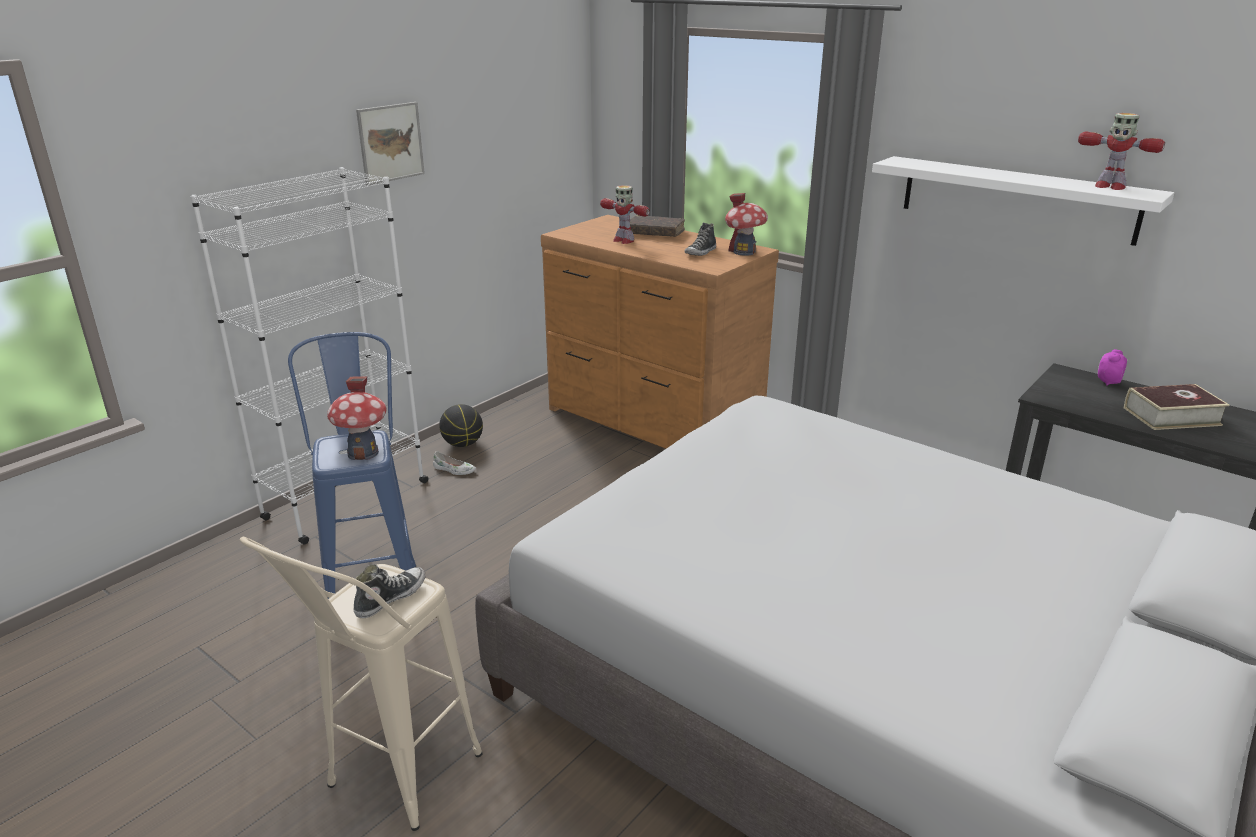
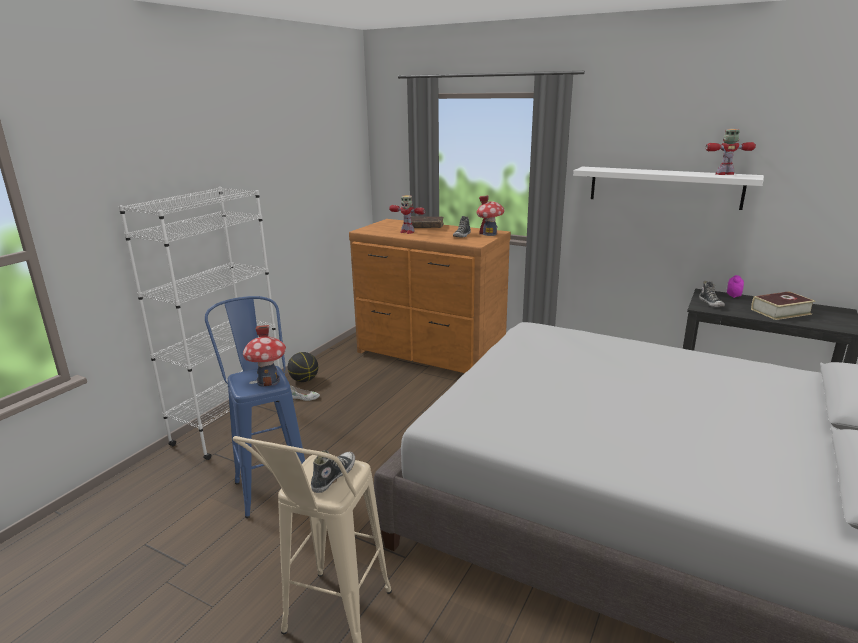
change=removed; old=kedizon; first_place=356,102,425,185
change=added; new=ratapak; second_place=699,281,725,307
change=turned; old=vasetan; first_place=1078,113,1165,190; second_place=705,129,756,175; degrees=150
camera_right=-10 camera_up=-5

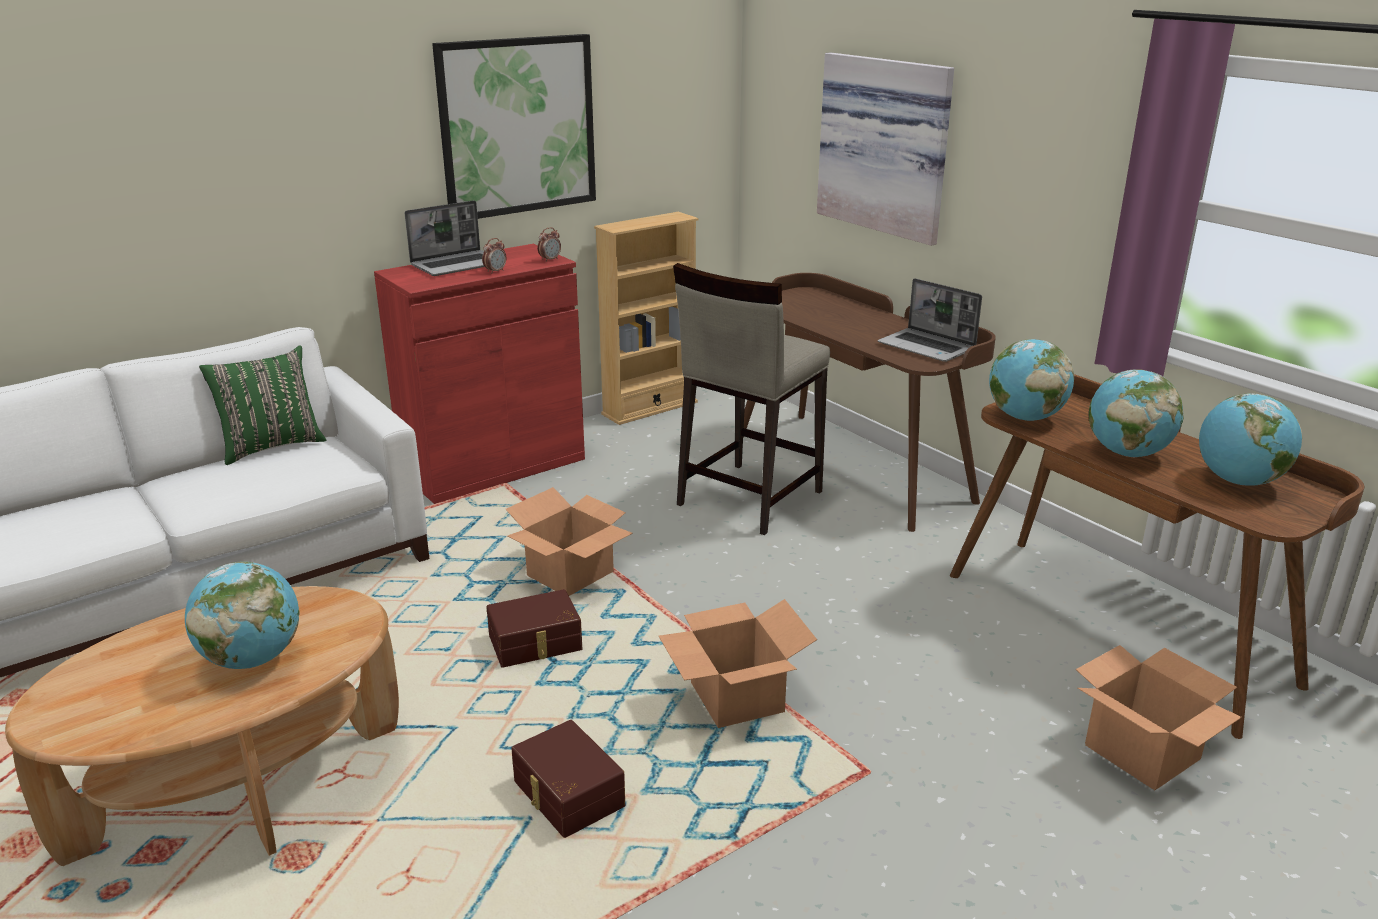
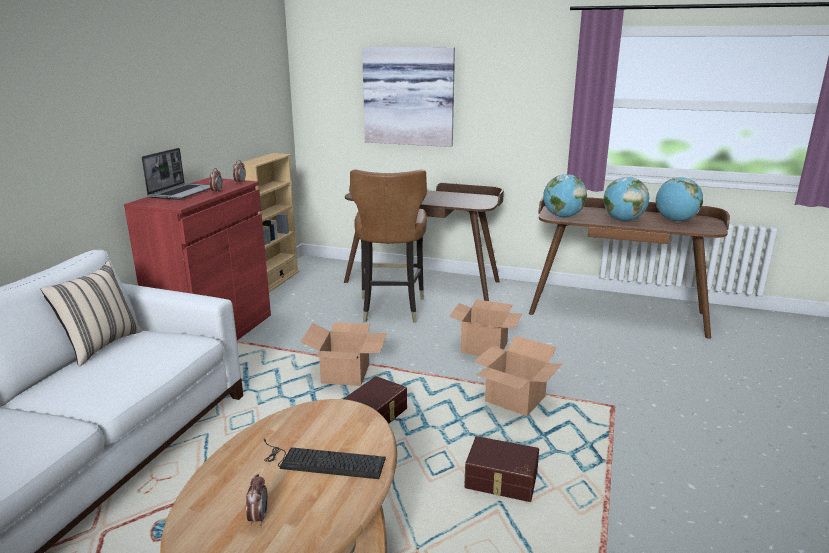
change=removed; old=kedizon; first_place=432,34,596,219
change=removed; old=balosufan; first_place=878,278,982,362
change=added; new=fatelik; second_place=246,474,268,526
change=moved; old=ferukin; first_place=1076,645,1242,790; second_place=449,299,522,356
change=replaced; old=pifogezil; new=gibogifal; first_place=185,561,300,669; second_place=264,439,386,479
change=replaced; old=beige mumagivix; new=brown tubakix; first_place=673,263,830,535; second_place=350,169,427,323
change=recoloured; old=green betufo; new=beige betufo; first_place=199,345,326,465; second_place=40,261,142,366
camera_right=-35 camera_up=-5

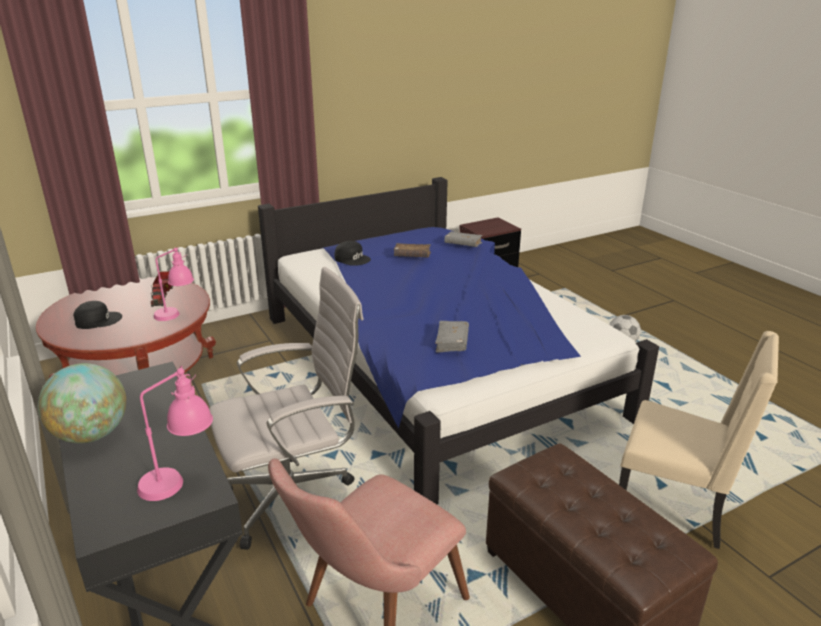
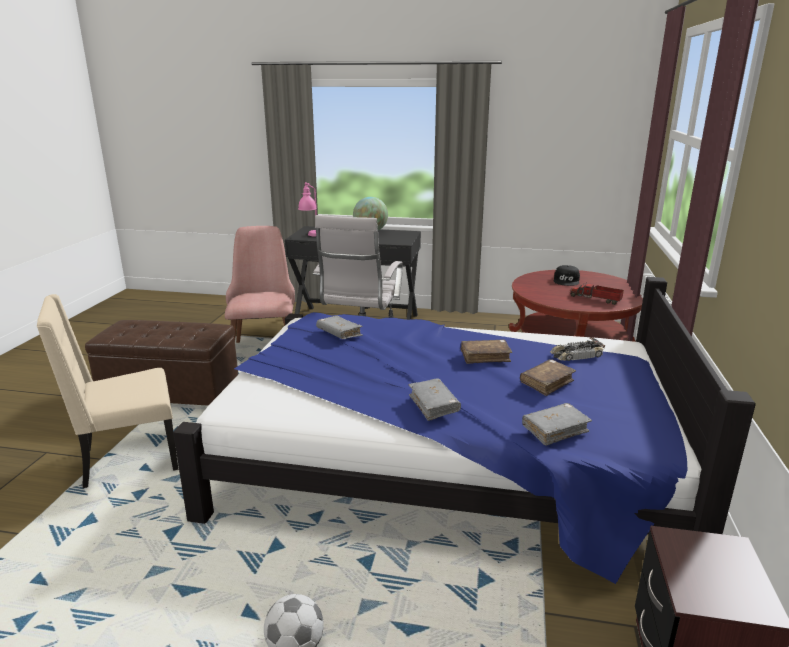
change=removed; old=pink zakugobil; first_place=154,247,194,321
change=added; new=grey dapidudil; second_place=409,378,461,421
change=added; new=brown dapidudil; second_place=461,339,512,364
change=replaced; old=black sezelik; new=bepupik; first_place=334,241,371,266; second_place=550,337,605,361
camera_right=130 camera_up=-5

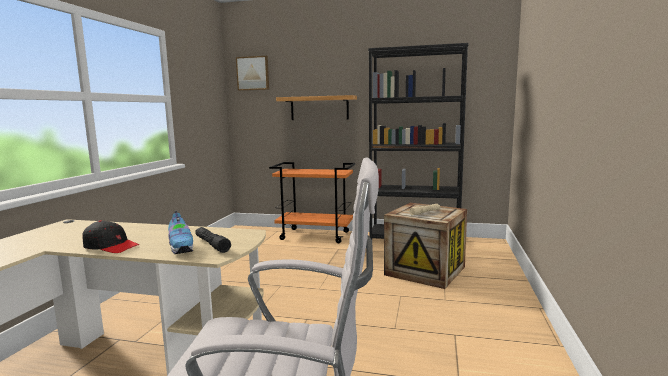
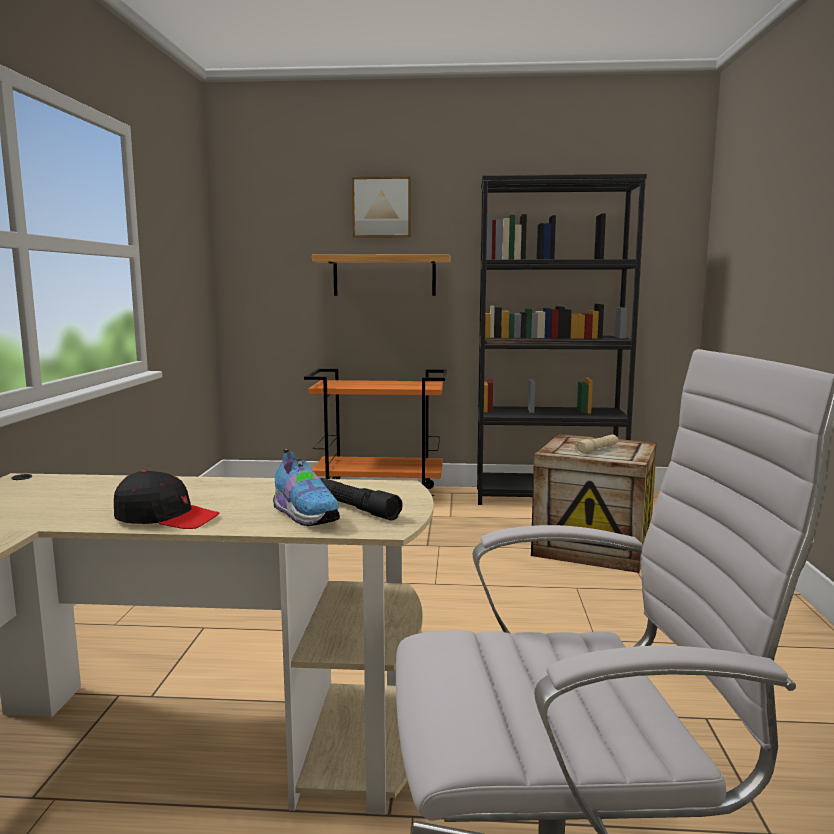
change=moved; old=kedizon; first_place=236,56,269,91; second_place=352,176,411,238
camera_right=-10 camera_up=0

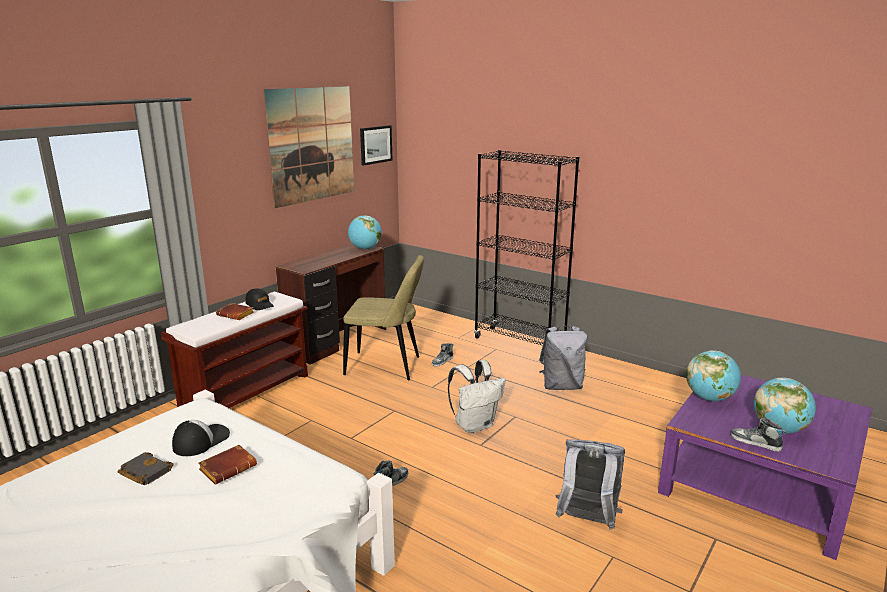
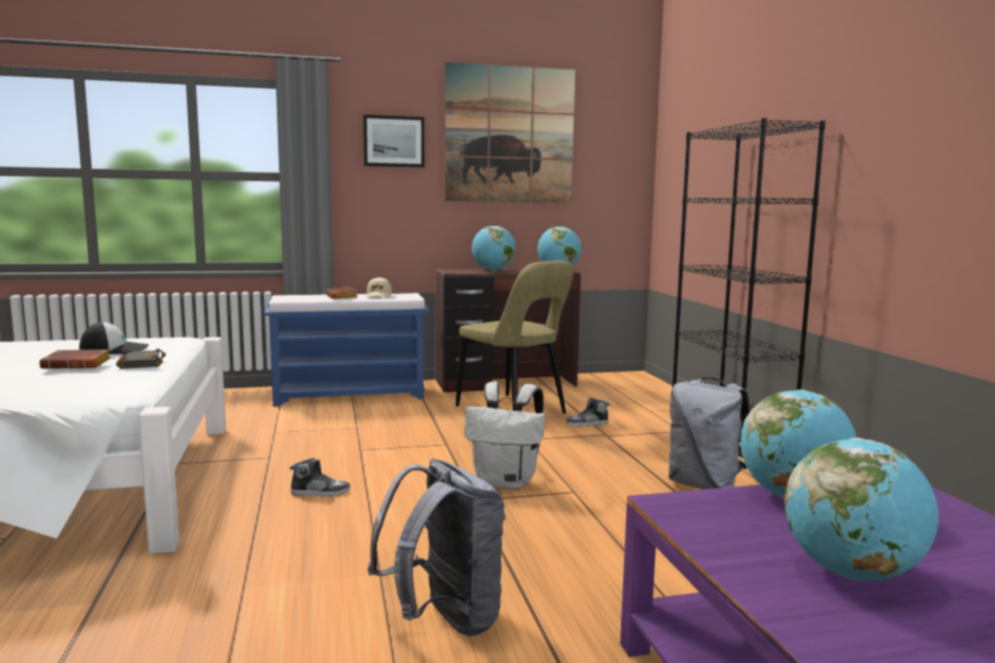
change=removed; old=ratapak; first_place=731,418,786,452
change=added; new=pifogezil; second_place=472,226,516,271
change=moved; old=black dapidudil; first_place=118,452,174,485; second_place=116,349,166,369
change=moved; old=kedizon; first_place=360,125,393,166; second_place=363,115,424,167
change=recoloured; old=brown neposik; new=blue neposik; first_place=161,292,308,408; second_place=264,293,430,407
change=recoloured; old=black sezelik; new=beige sezelik; first_place=246,288,274,310; second_place=366,277,392,298
camera_right=40 camera_up=-10

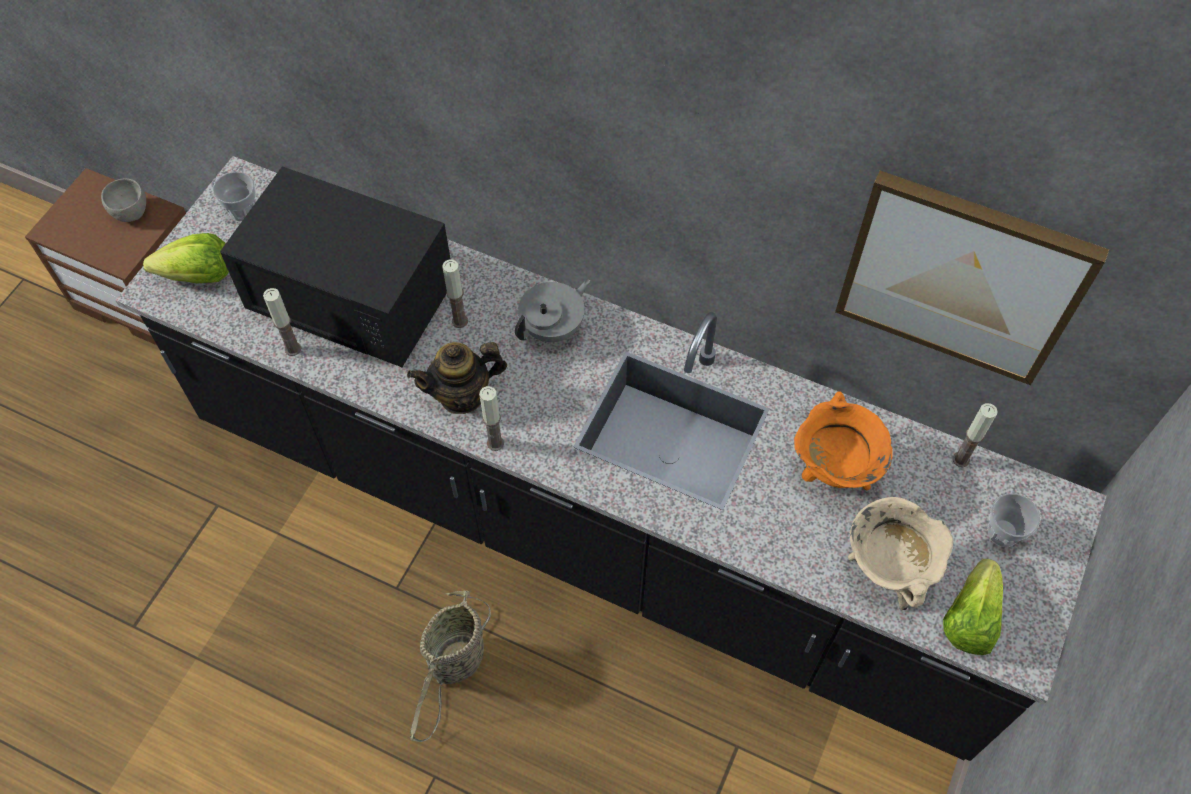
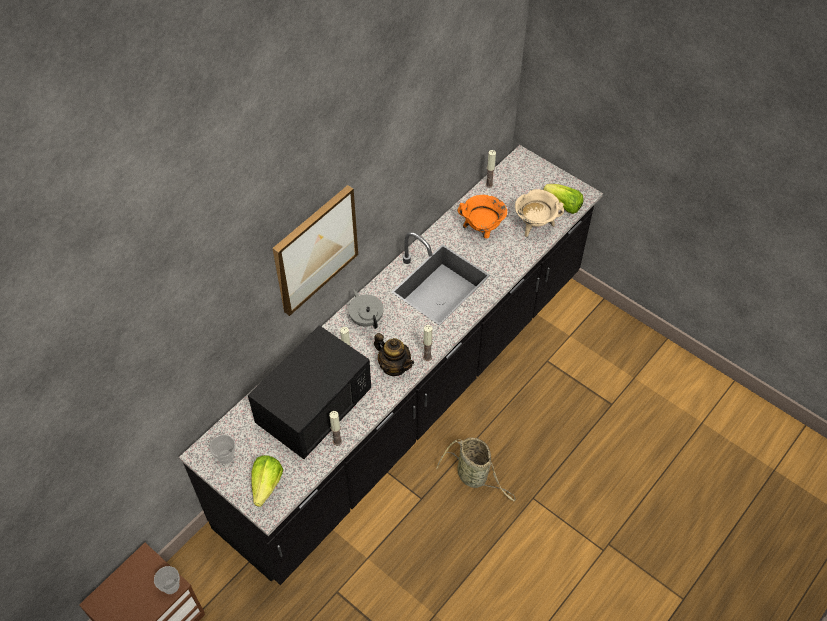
change=removed; old=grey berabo; first_place=101,178,146,222
change=moved; old=kedizon; first_place=835,171,1109,385; second_place=272,185,358,316
change=moved; old=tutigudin; first_place=987,493,1041,547; second_place=154,566,180,594
change=turned; old=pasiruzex; first_place=407,342,507,414; second_place=374,333,414,376; degrees=-45
camera_right=-75 camera_up=-5

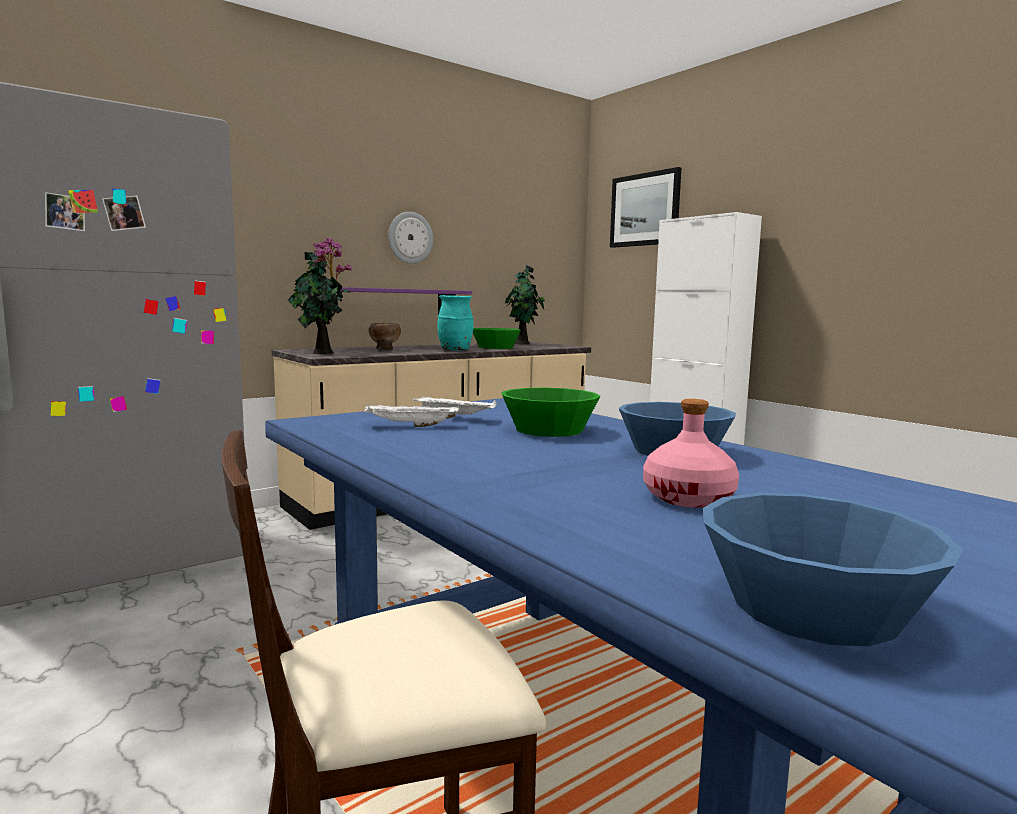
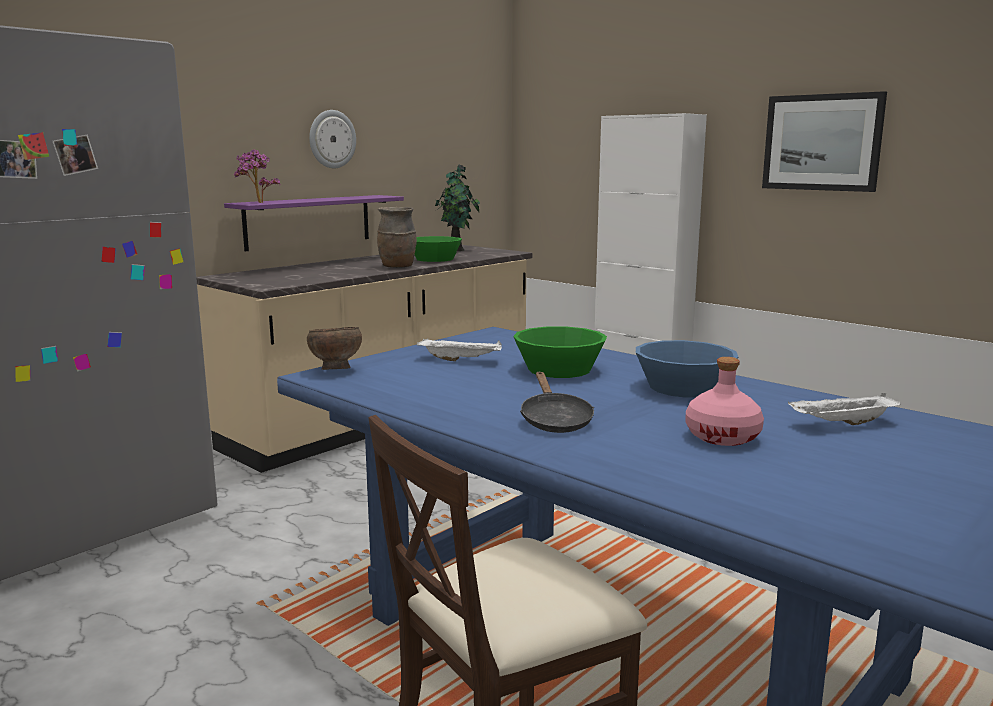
change=removed; old=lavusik; first_place=288,252,351,354
change=removed; old=blue berabo; first_place=703,493,963,646
change=added; new=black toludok; second_place=520,372,594,433
change=moved; old=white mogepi; first_place=365,405,459,427; second_place=788,393,901,425
change=moved; old=brown berabo; first_place=369,323,401,350; second_place=307,327,362,370
change=moved; old=kedizon; first_place=610,167,681,248; second_place=762,91,887,192
change=recoloured; old=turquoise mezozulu; new=brown mezozulu; first_place=437,295,474,351; second_place=377,207,417,268
camera_right=-10 camera_up=5

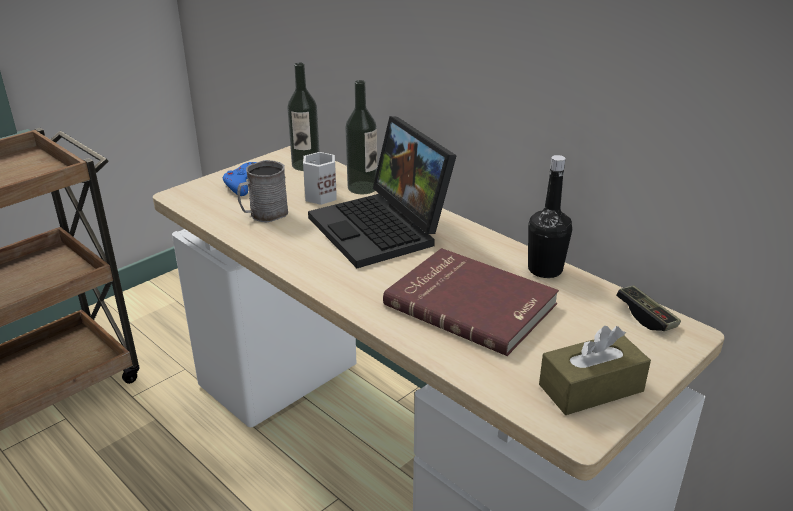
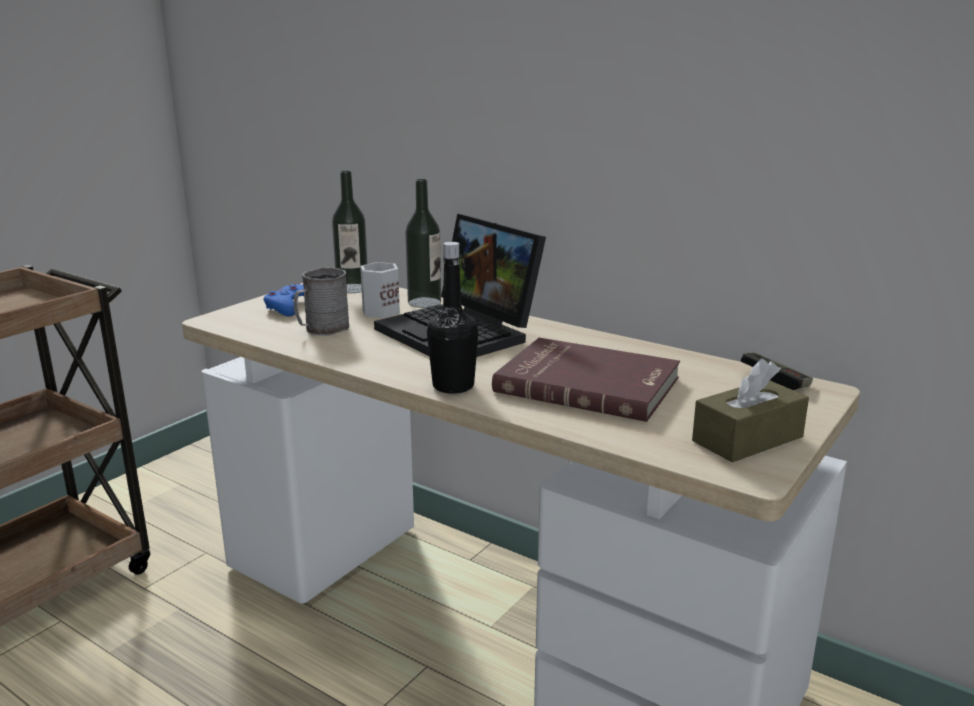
change=moved; old=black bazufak; first_place=528,155,572,278; second_place=427,242,479,394
camera_right=-10 camera_up=-10

